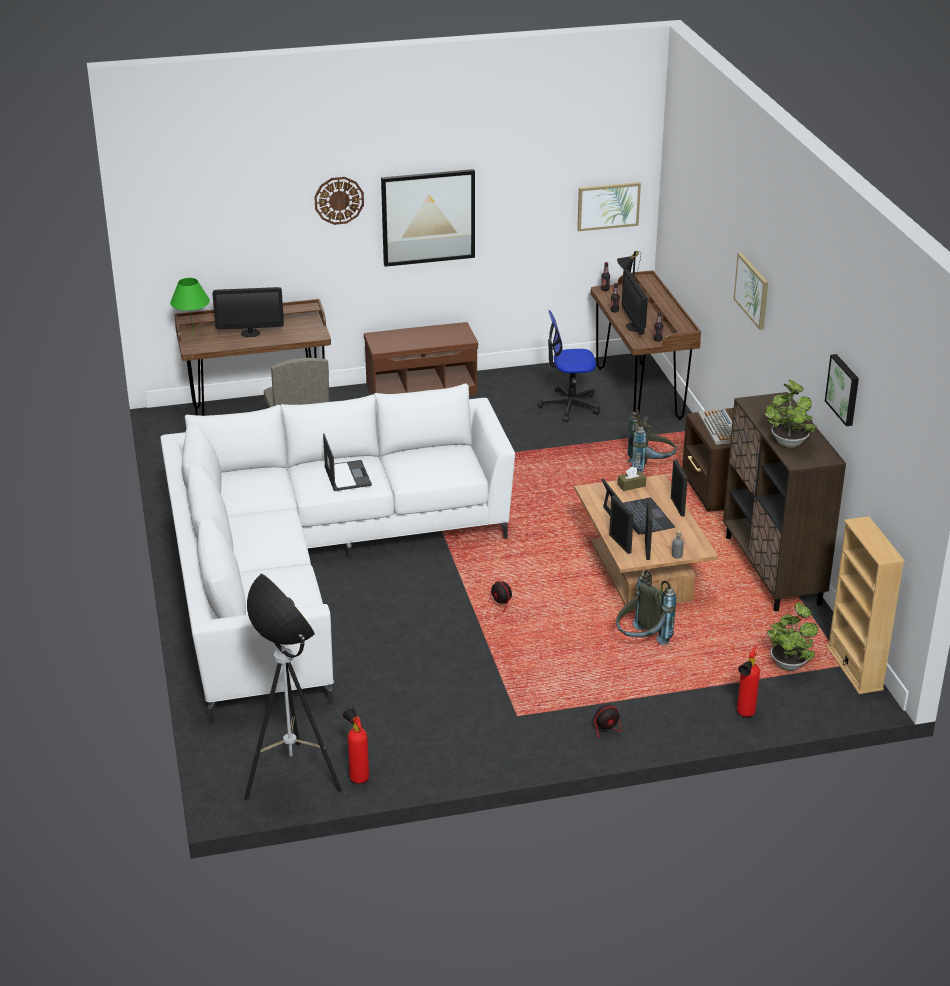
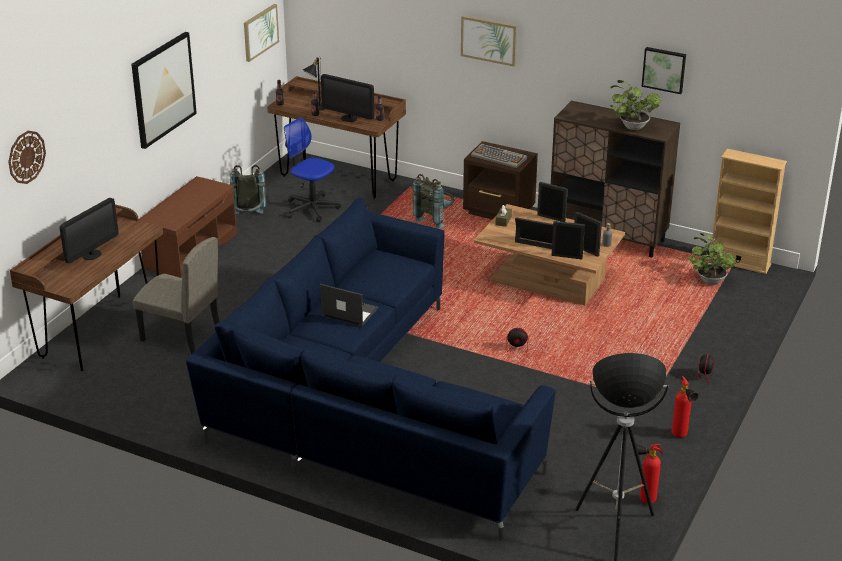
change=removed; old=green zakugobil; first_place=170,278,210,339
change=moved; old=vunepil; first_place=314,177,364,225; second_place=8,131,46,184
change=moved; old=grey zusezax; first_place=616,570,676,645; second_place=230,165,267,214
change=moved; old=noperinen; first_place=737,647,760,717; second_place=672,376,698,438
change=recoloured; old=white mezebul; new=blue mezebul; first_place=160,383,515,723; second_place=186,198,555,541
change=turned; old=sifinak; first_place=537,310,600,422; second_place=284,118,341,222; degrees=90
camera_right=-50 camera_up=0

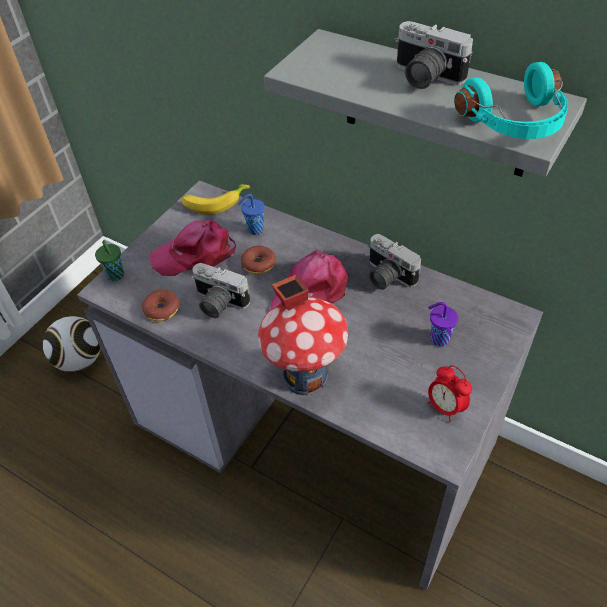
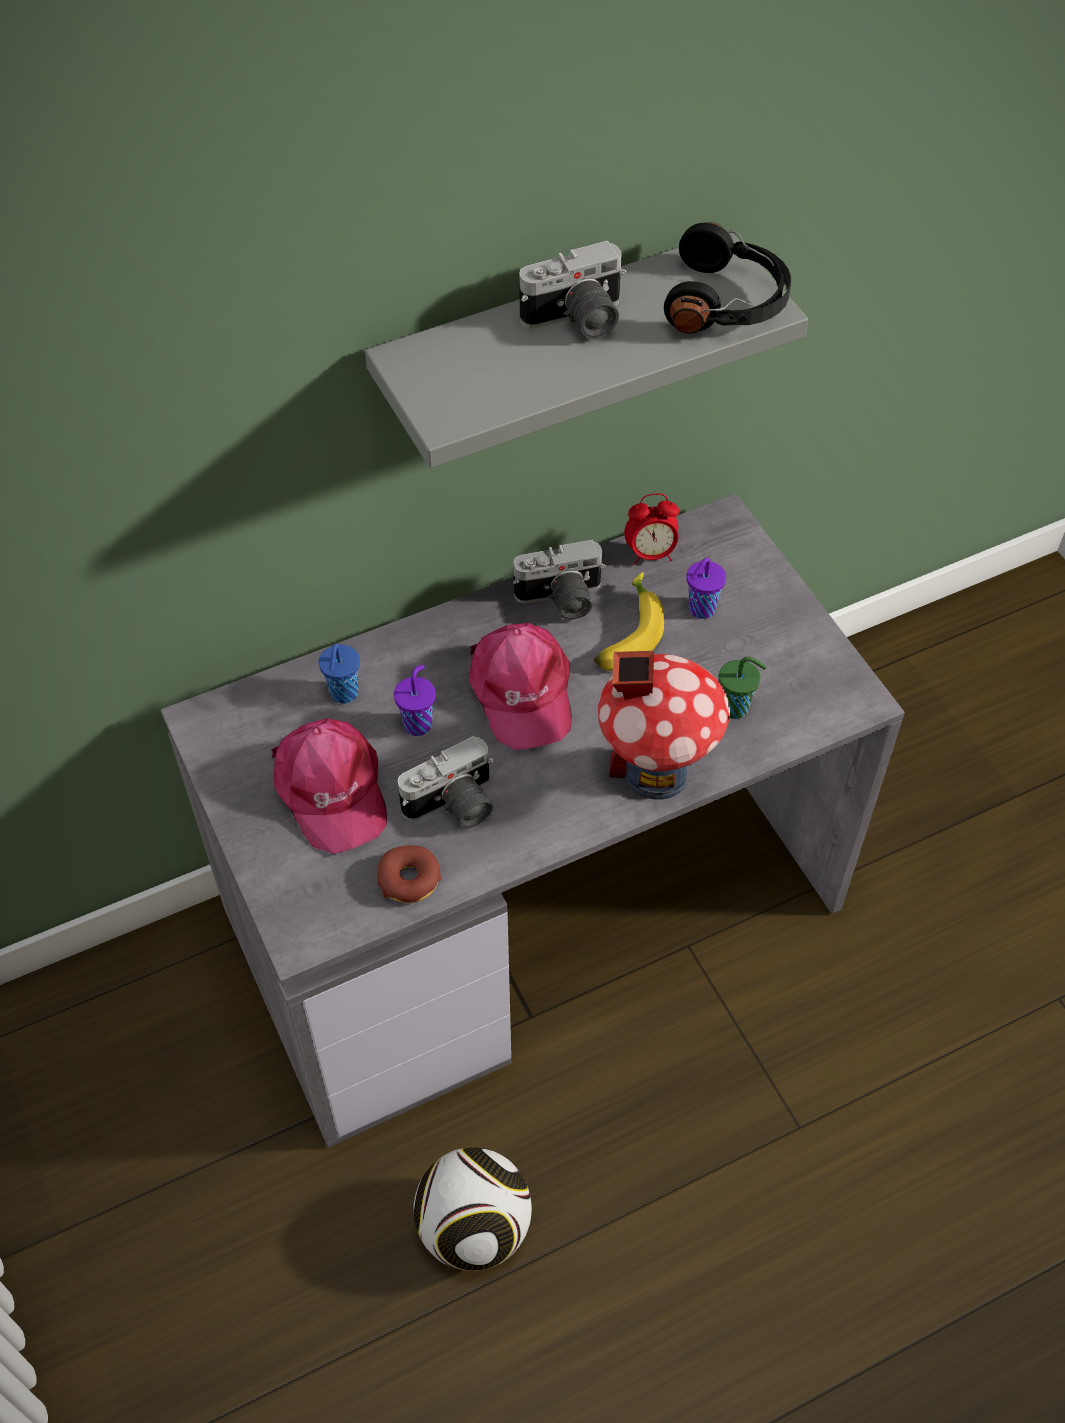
change=moved; old=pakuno; first_place=42,316,101,372; second_place=413,1147,532,1271
change=moved; old=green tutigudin; first_place=95,240,124,281; second_place=719,656,767,719
change=moved; old=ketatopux; first_place=182,185,250,215; second_place=594,572,664,671
change=moved; old=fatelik; first_place=428,365,472,422; second_place=624,493,679,565
change=replaced; old=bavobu; new=purple tutigudin; first_place=241,246,276,274; second_place=394,665,436,736
change=recoloured; old=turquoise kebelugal; new=black kebelugal; first_place=454,62,568,139; second_place=664,222,791,334
change=turned; old=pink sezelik; first_place=149,220,236,276; second_place=271,718,387,854; degrees=-45
camera_right=-60 camera_up=5

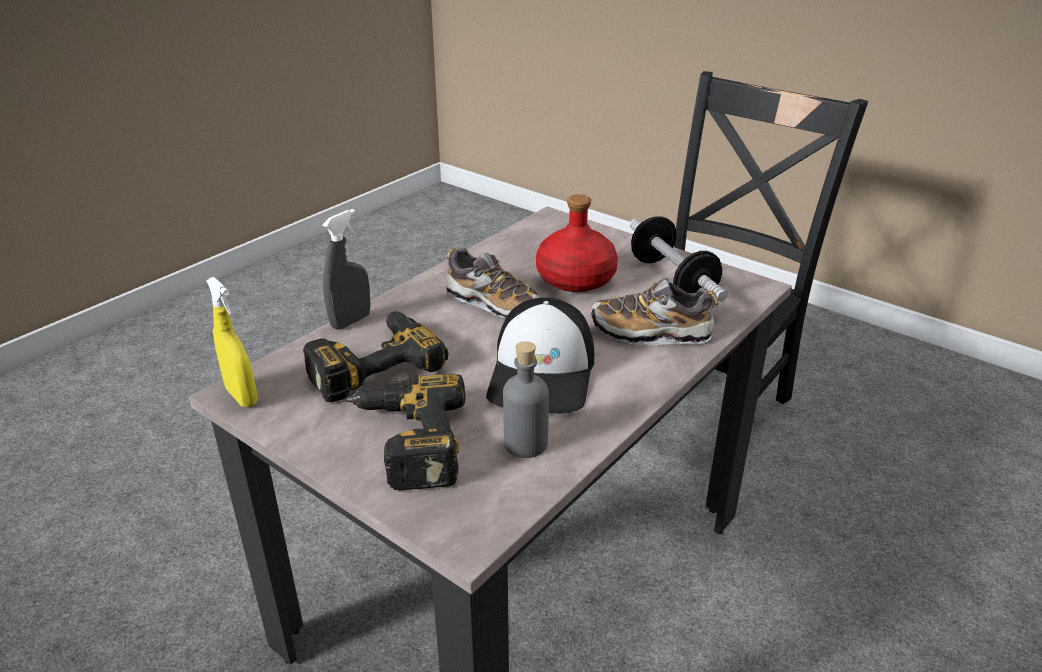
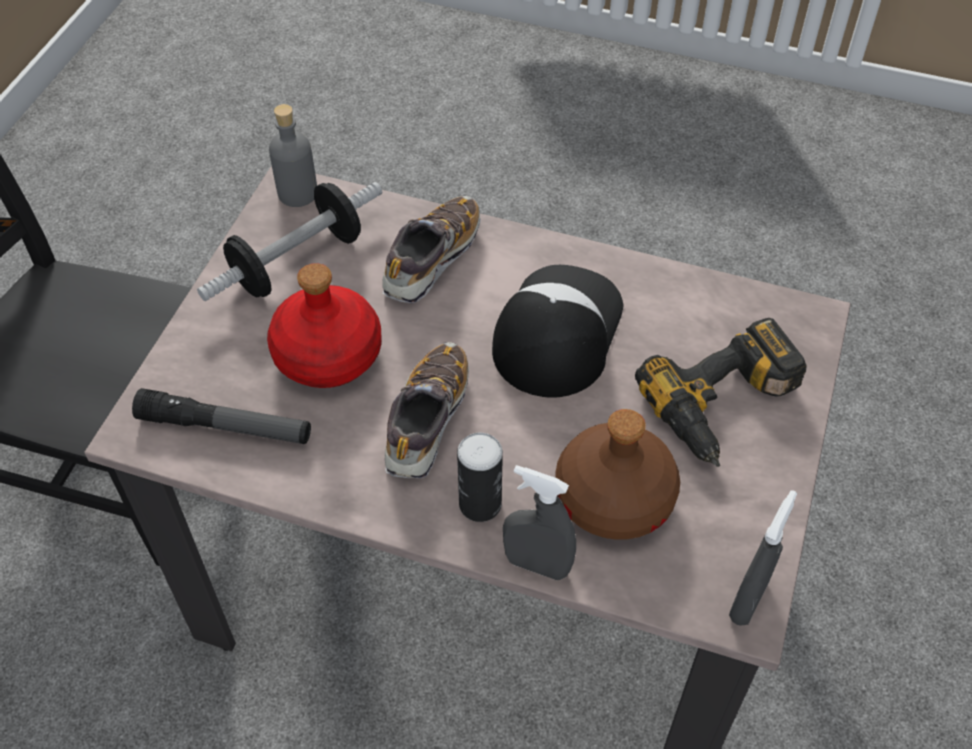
change=added; new=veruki; second_place=132,388,311,444
change=added; new=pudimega; second_place=457,433,503,522
change=moved; old=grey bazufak; first_place=503,341,549,458; second_place=269,104,317,207
change=replaced; old=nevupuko; new=brown bazufak; first_place=303,311,448,402; second_place=555,409,680,540
change=recoloured; old=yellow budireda; new=grey budireda; first_place=206,277,258,407; second_place=729,490,797,626
change=turned; old=sezelik; first_place=486,298,594,414; second_place=492,265,624,398; degrees=-60
change=turned; old=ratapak; first_place=590,278,719,346; second_place=382,196,481,303; degrees=-135
camera_right=-110 camera_up=20

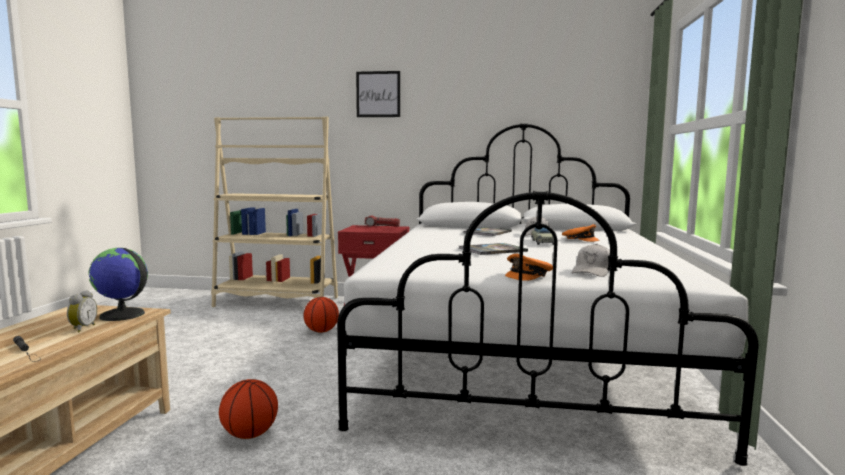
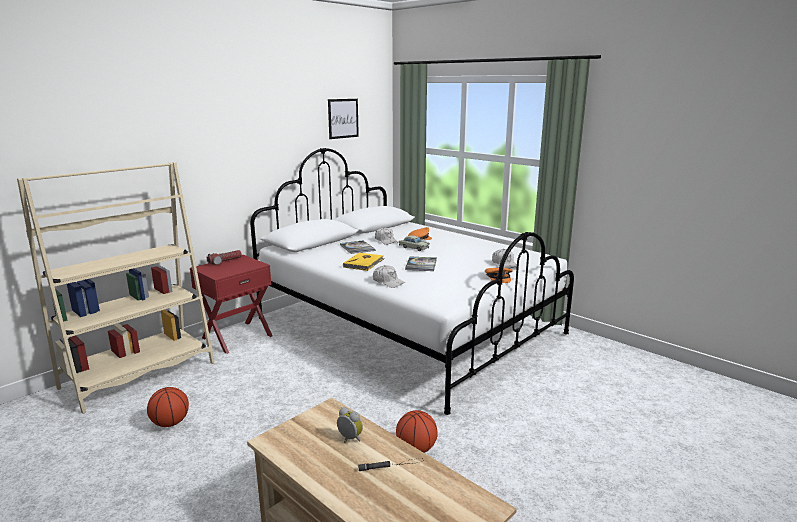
change=removed; old=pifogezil; first_place=89,248,148,321
change=added; new=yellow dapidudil; second_place=343,252,385,271
change=added; new=white sezelik; second_place=373,265,405,288
change=moved; old=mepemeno; first_place=304,297,339,333; second_place=147,387,189,427
change=moved; old=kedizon; first_place=356,71,400,117; second_place=328,99,359,139
camera_right=-55 camera_up=10

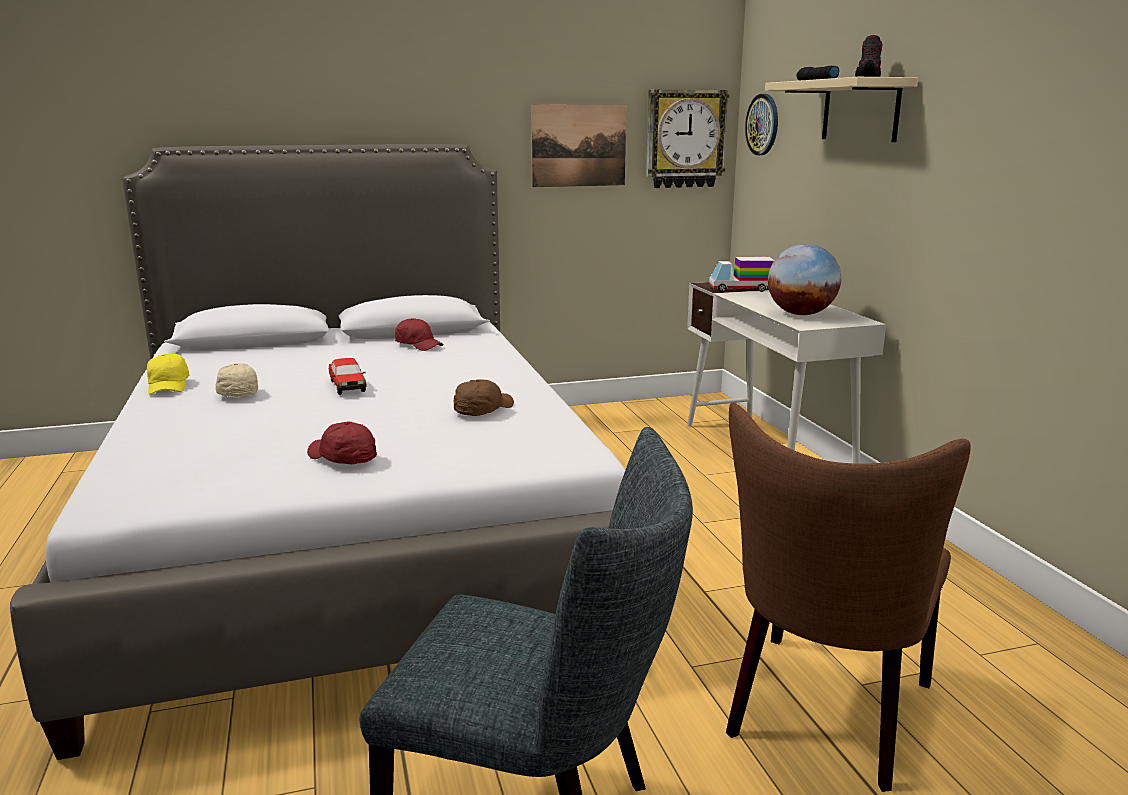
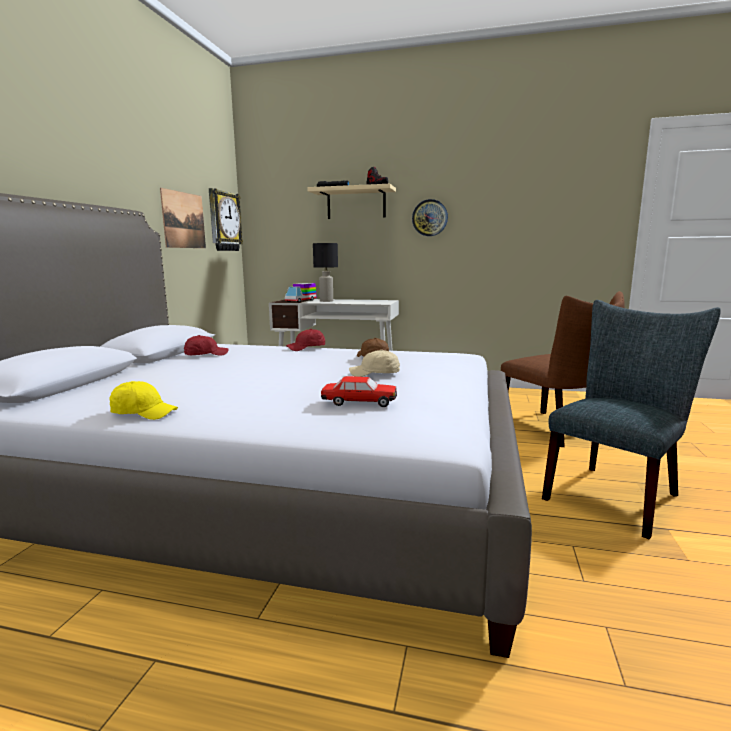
change=removed; old=pifogezil; first_place=768,244,841,315
change=added; new=black zakugobil; second_place=313,243,338,302
change=moved; old=beige sezelik; first_place=216,363,258,397; second_place=349,350,400,377
change=moved; old=red sezelik; first_place=307,422,377,464; second_place=286,329,326,351
change=moved; old=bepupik; first_place=329,358,367,395; second_place=321,376,397,407
change=moved; old=vunepil; first_place=745,94,778,155; second_place=412,199,448,236
camera_right=-60 camera_up=-5

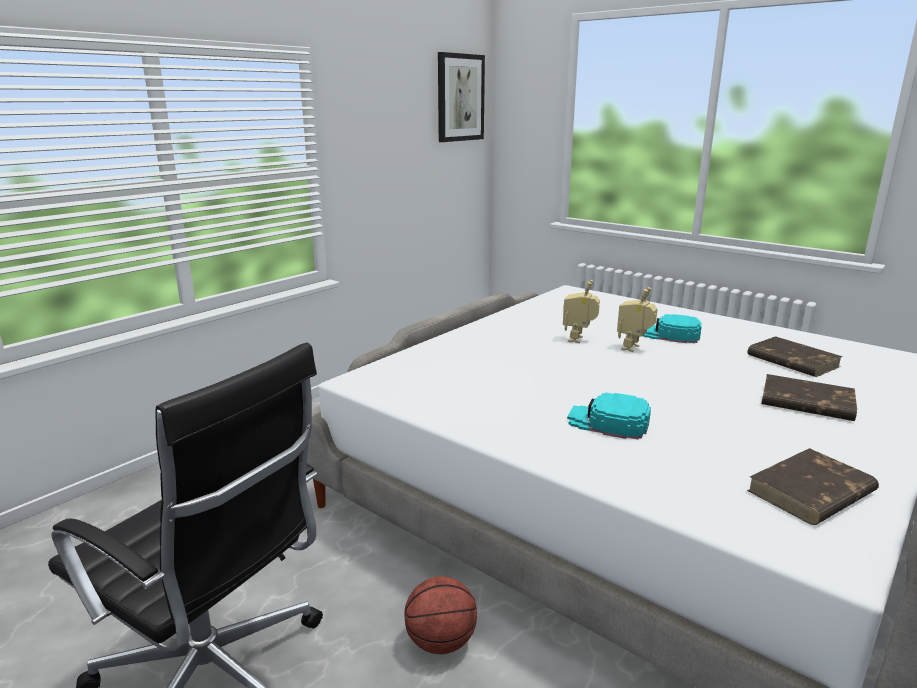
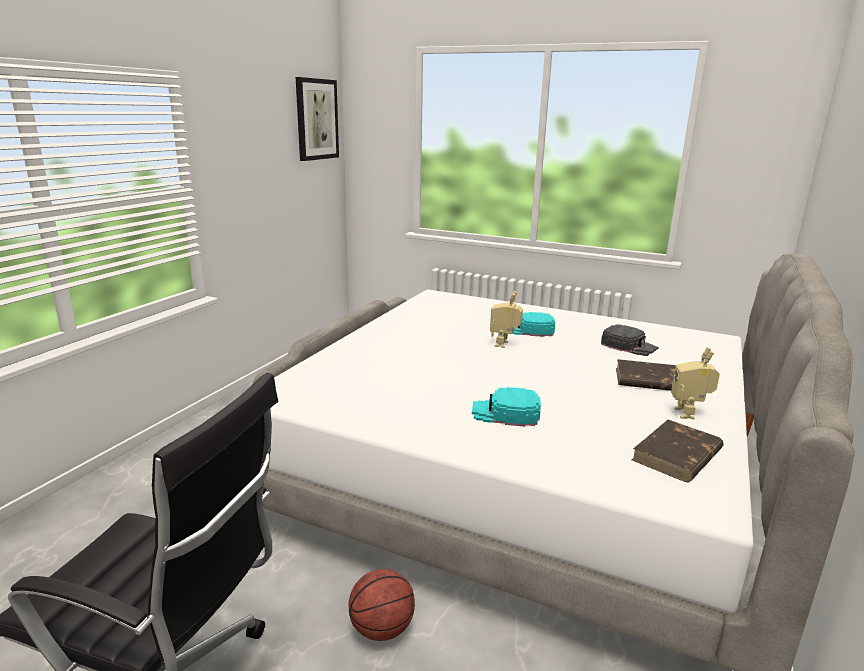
change=moved; old=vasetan; first_place=563,280,600,343; second_place=671,347,720,419
change=replaced; old=brown dapidudil; new=black sezelik; first_place=747,336,843,377; second_place=601,324,658,356
camera_right=-15 camera_up=0

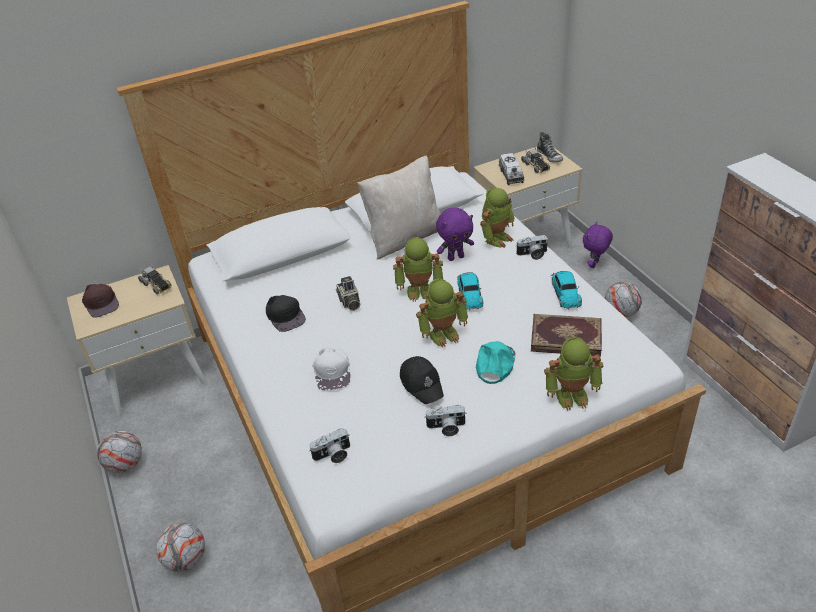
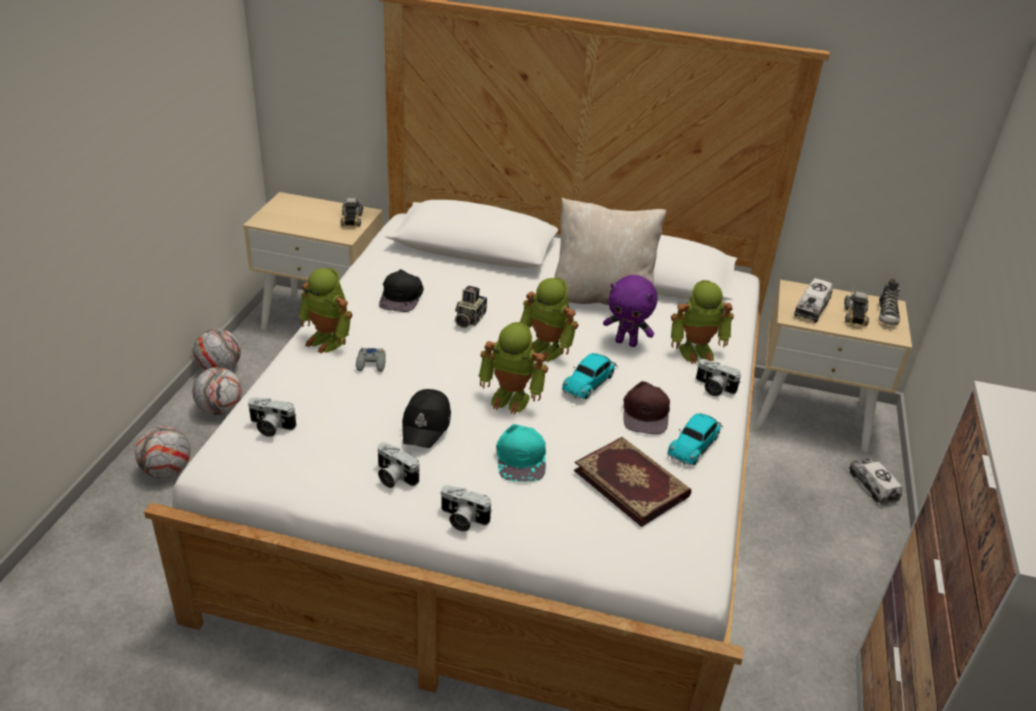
change=added; new=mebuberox; second_place=440,485,491,531
change=moved; old=brown sezelik; first_place=82,284,119,318; second_place=623,381,670,434
change=moved; old=vasetan; first_place=544,337,603,411; second_place=299,268,353,354
change=moved; old=pakuno; first_place=605,281,642,318; second_place=192,367,242,415
change=replaced; old=white sezelik; new=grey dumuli; first_place=312,347,350,391; second_place=356,348,386,372
change=replaced; old=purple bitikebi; new=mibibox; first_place=583,222,613,268; second_place=849,459,902,505
change=turned; old=turquoise sezelik; first_place=476,341,516,384; second_place=496,424,546,482; degrees=120
camera_right=35 camera_up=-5

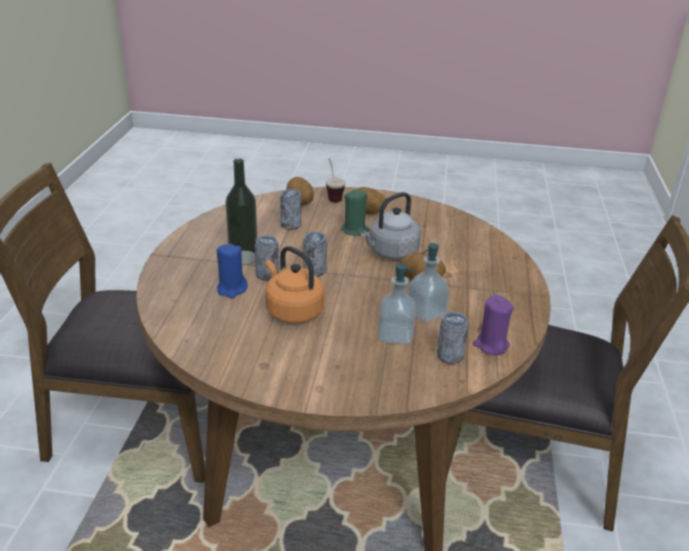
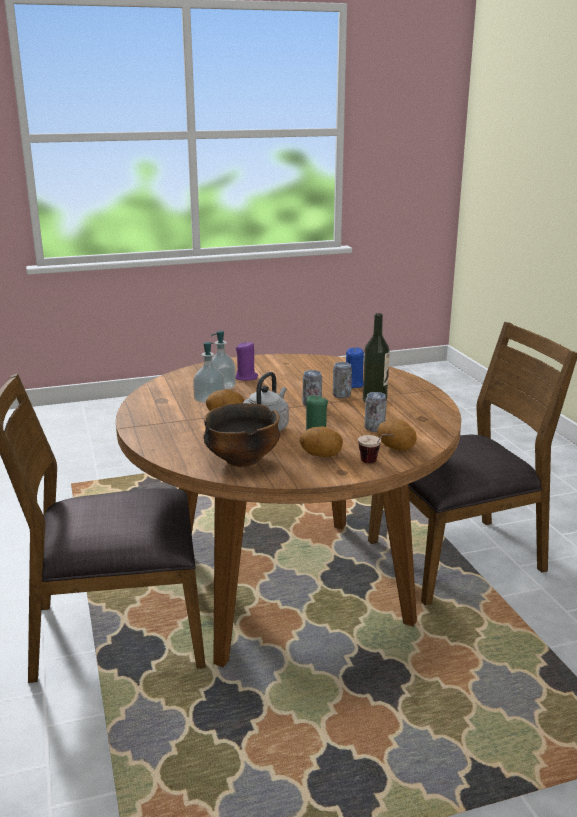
change=removed; old=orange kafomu; first_place=265,246,324,324
change=removed; old=pudimega; first_place=437,312,468,364
change=added; new=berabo; second_place=203,403,280,467
change=moved; old=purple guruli; first_place=473,295,514,355; second_place=236,341,258,381
camera_right=155 camera_up=-10

